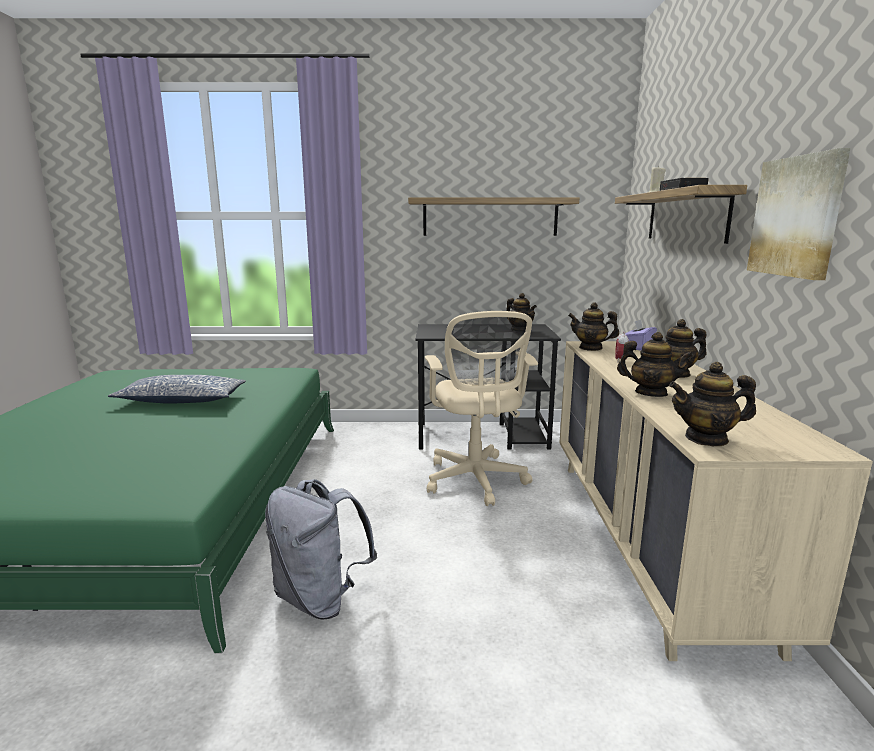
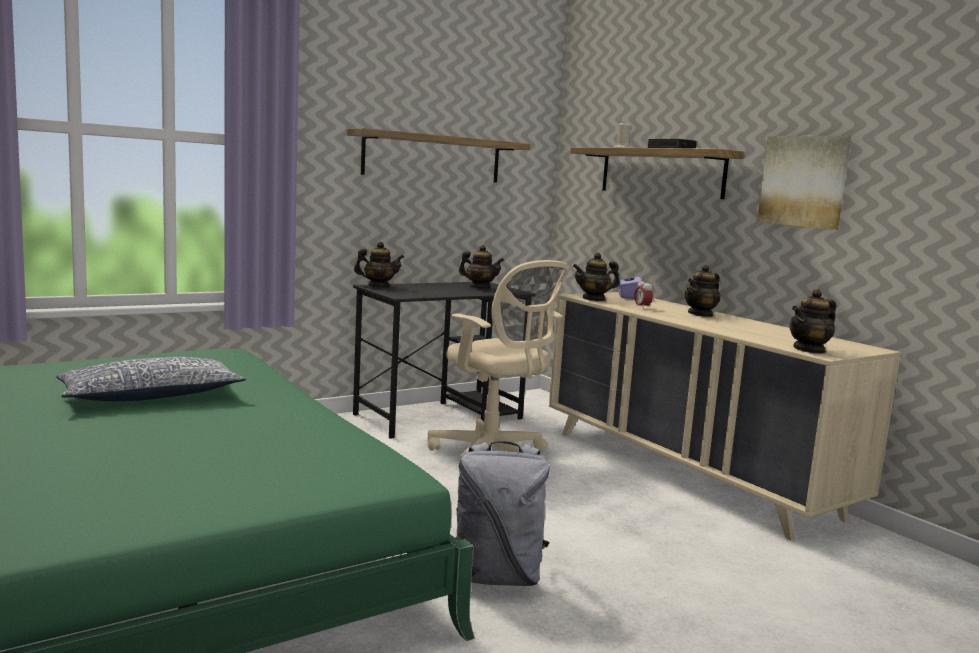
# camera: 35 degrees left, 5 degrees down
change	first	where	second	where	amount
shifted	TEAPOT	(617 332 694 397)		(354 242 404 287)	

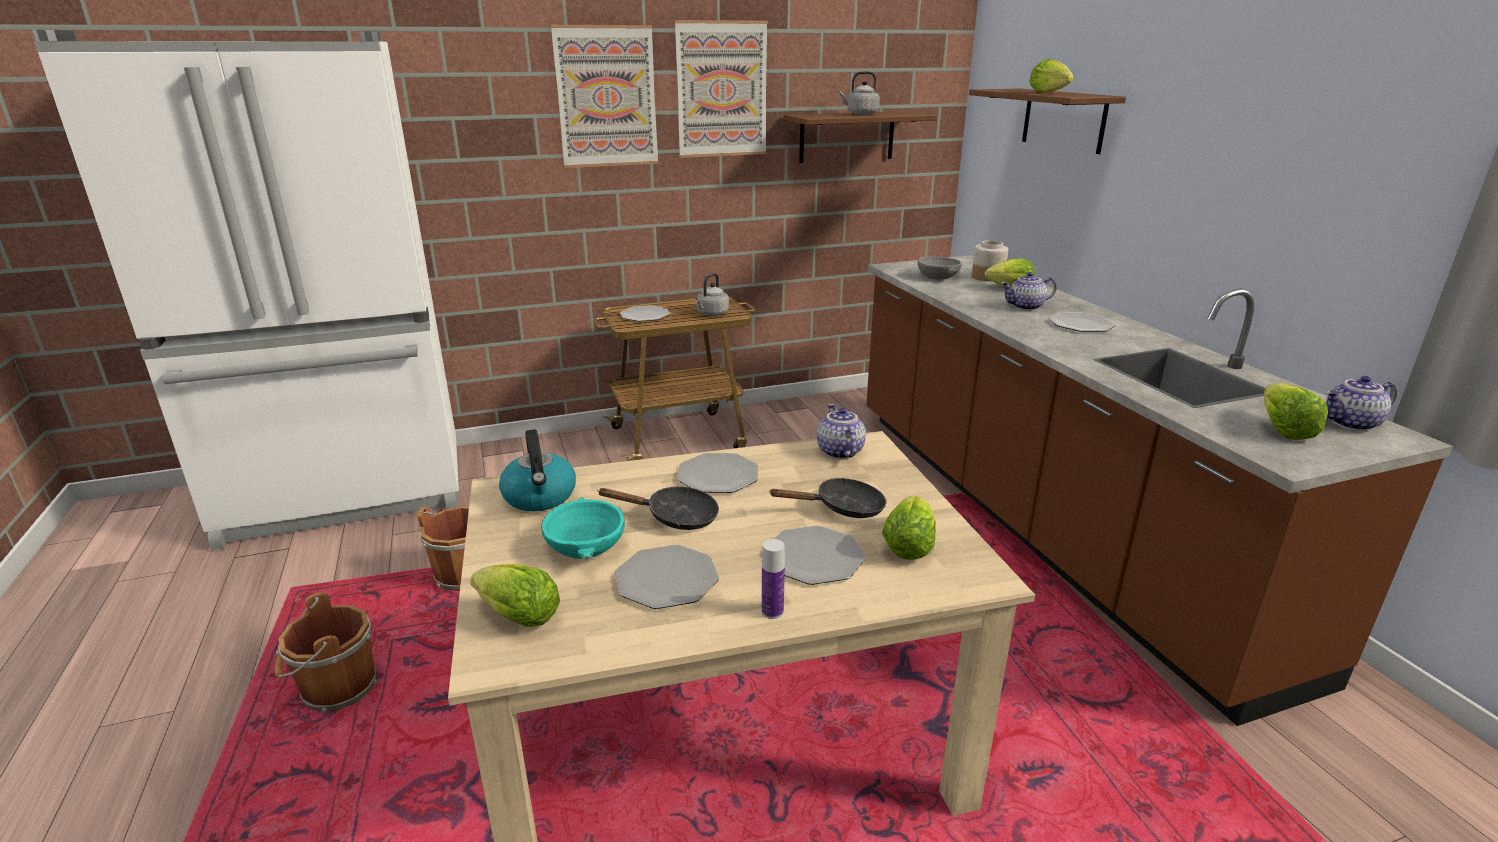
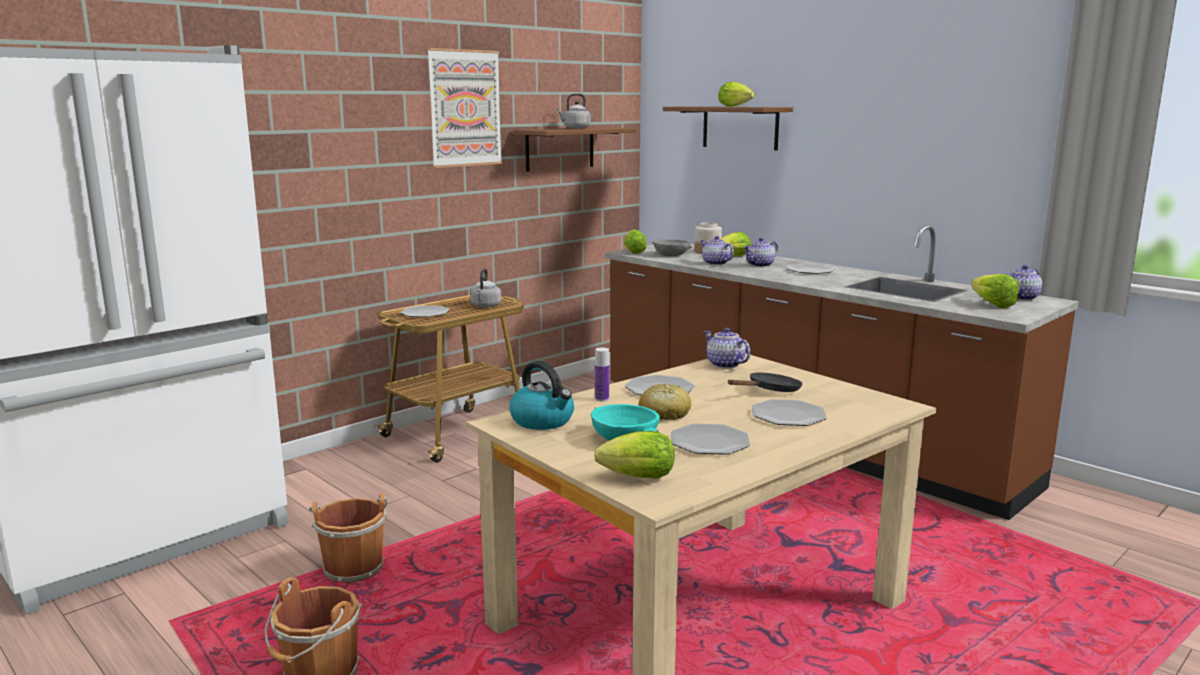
# camera: 25 degrees left, 10 degrees down
change	first	where	second	where	amount
gone	PICTURE	(551 25 658 168)			
swapped	BLACK FRYING PAN	(598 486 719 530)	BREAD	(639 383 691 420)	
shifted	BOTTLE	(762 539 785 619)		(595 348 609 401)	
shifted	LETTUCE	(882 495 936 560)		(624 230 647 254)	
new			TEAPOT	(701 236 734 265)	

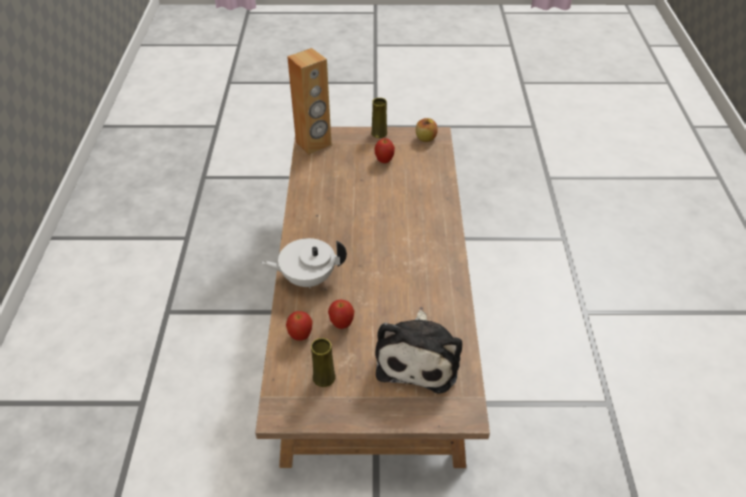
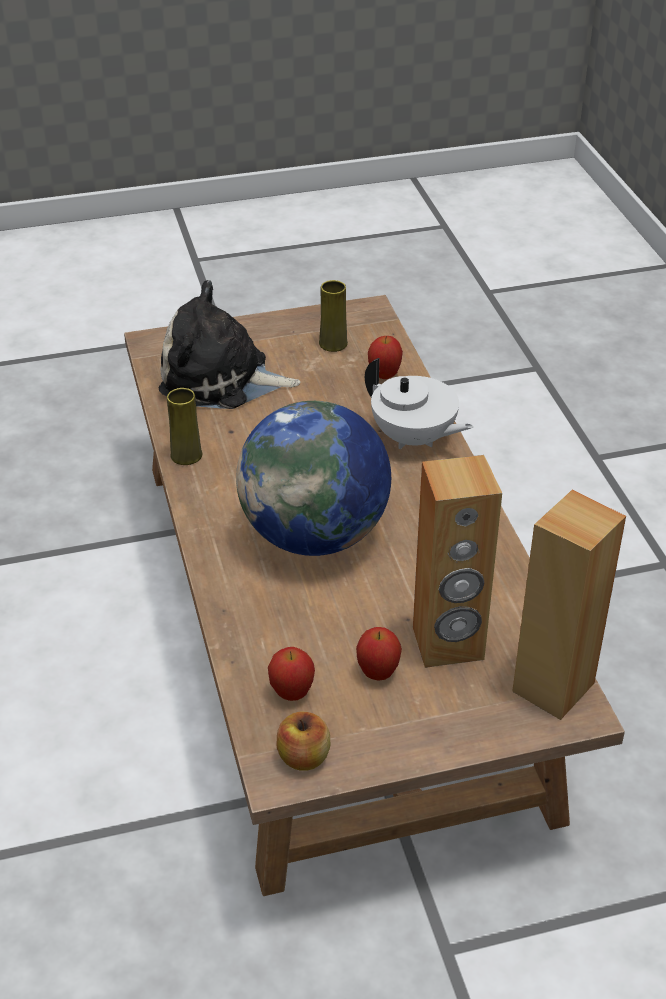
# camera: 165 degrees right, 5 degrees down
change	first	where	second	where	amount
rotated	WHITE TEAPOT	(261 238 347 288)		(365 358 473 449)	60 degrees clockwise
shifted	APPLE	(328 300 354 329)		(268 647 315 701)	
shifted	YELLOW VASE	(371 98 387 138)		(167 388 202 465)	
rotated	PLUSH TOY	(375 310 462 393)		(159 280 300 409)	75 degrees counterclockwise
new			GLOBE	(236 401 391 556)	
new			BROWN SPEAKER	(413 455 502 668)	

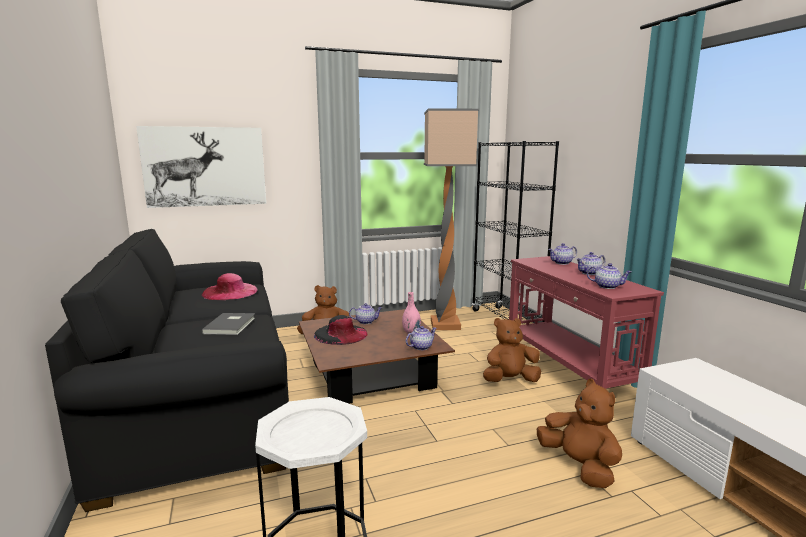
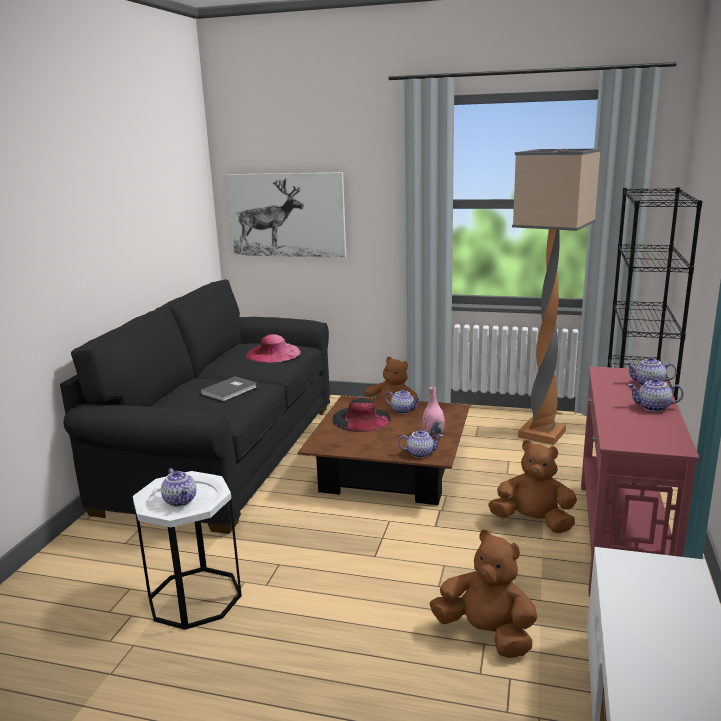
# camera: 35 degrees right, 5 degrees up
change	first	where	second	where	amount
rotated	BROWN PLUSH TOY	(537 379 622 488)		(429 530 538 658)	60 degrees counterclockwise
shifted	TEAPOT	(587 263 632 289)		(161 468 196 507)	

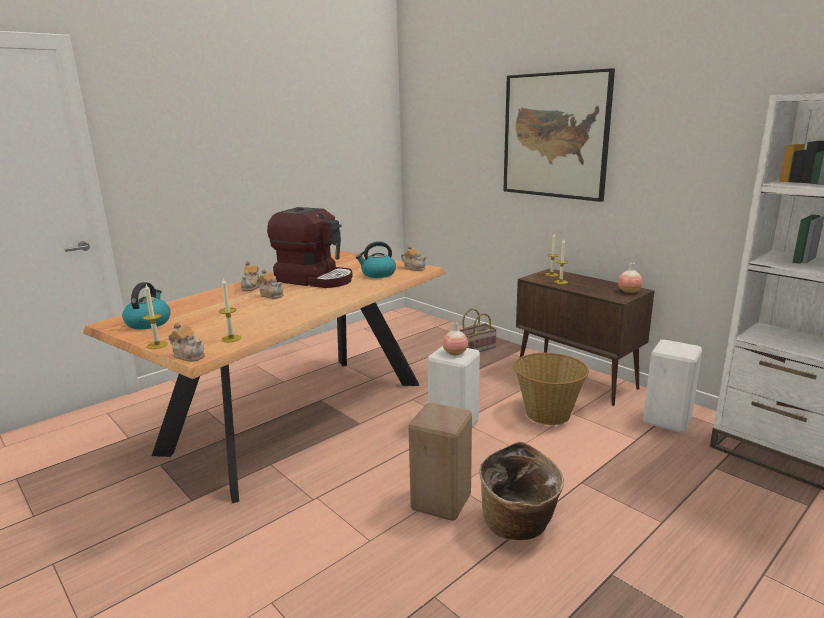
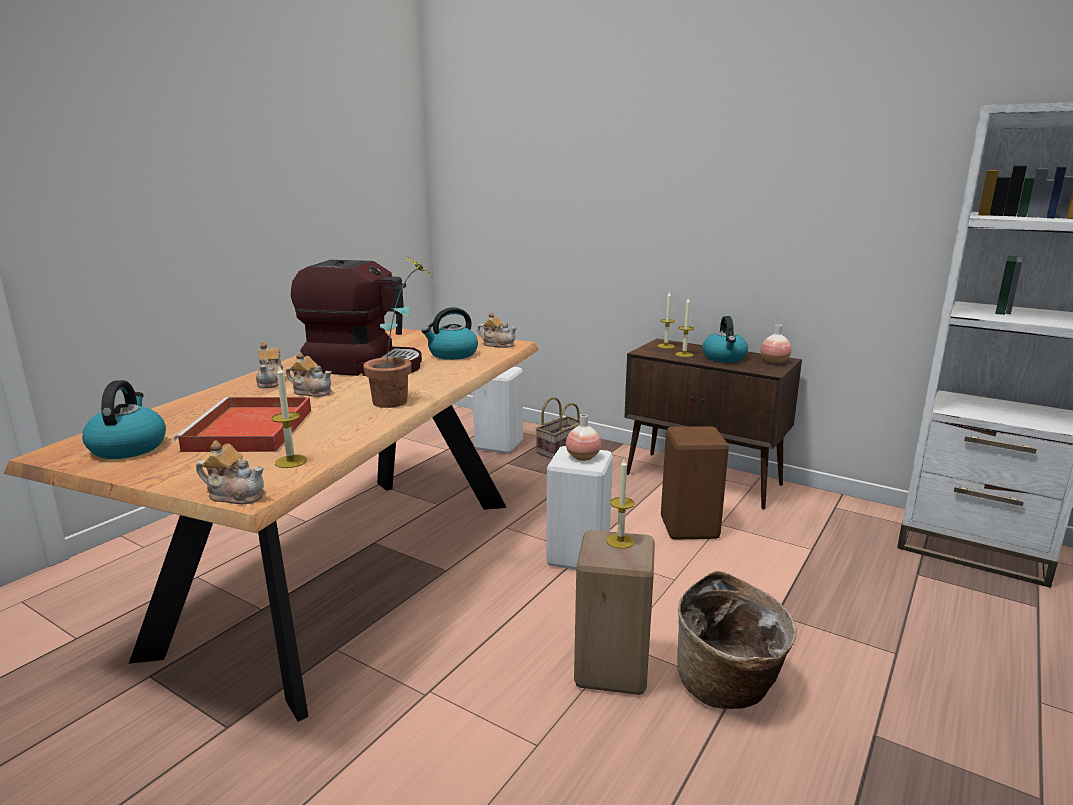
# camera: 15 degrees left, 0 degrees up
change	first	where	second	where	amount
shifted	CANDLE	(143 284 168 349)		(607 459 635 549)	
gone	PICTURE	(503 68 615 202)			
swapped	BASKET	(513 353 589 425)	BROWN STOOL	(661 426 729 540)	
shifted	WHITE STOOL	(643 339 702 433)		(473 367 523 454)	
new			RED TRAY	(174 397 311 452)	
new			POTTED PLANT	(363 256 434 408)	
new			KETTLE	(703 316 748 362)	

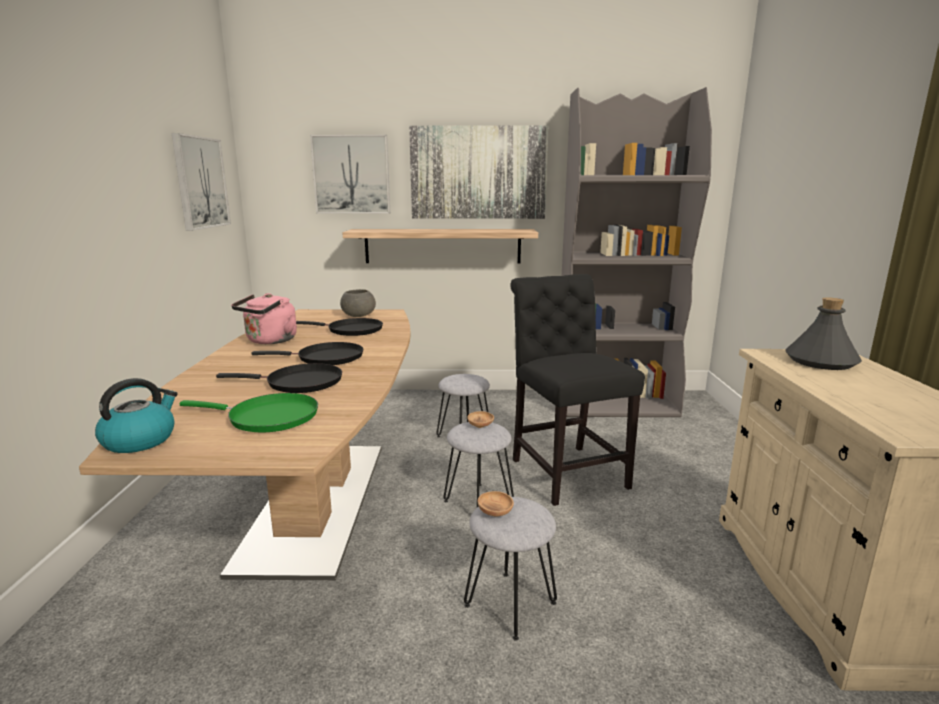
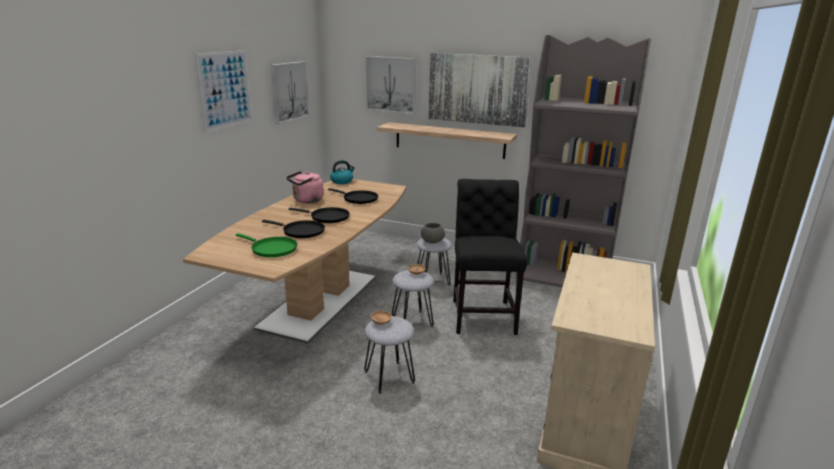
# camera: 20 degrees right, 5 degrees up
change	first	where	second	where	amount
shifted	KETTLE	(95 378 178 453)		(330 160 355 184)	
shifted	GREY BOWL	(340 289 376 317)		(421 223 445 243)	
gone	GREY BOTTLE	(785 297 862 370)			
new			PICTURE	(195 50 253 132)	

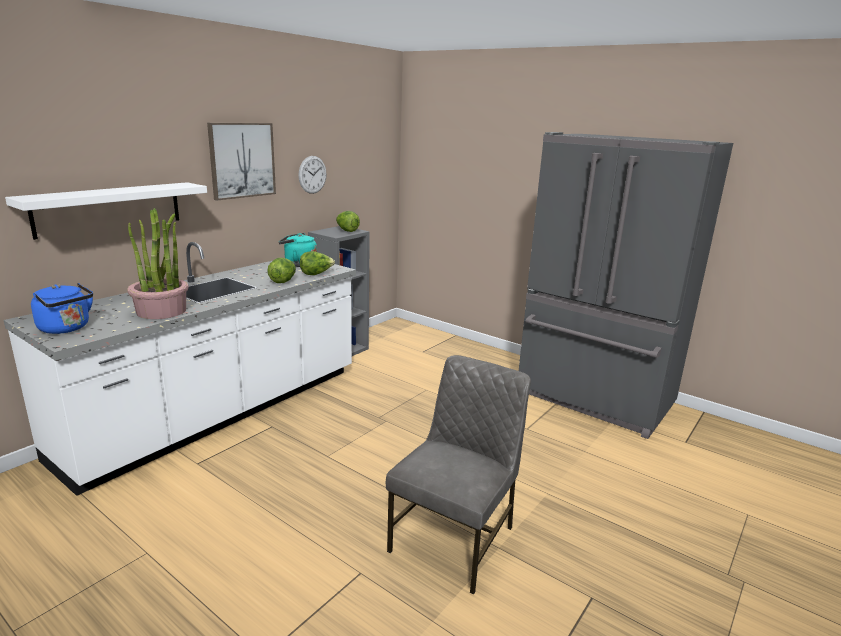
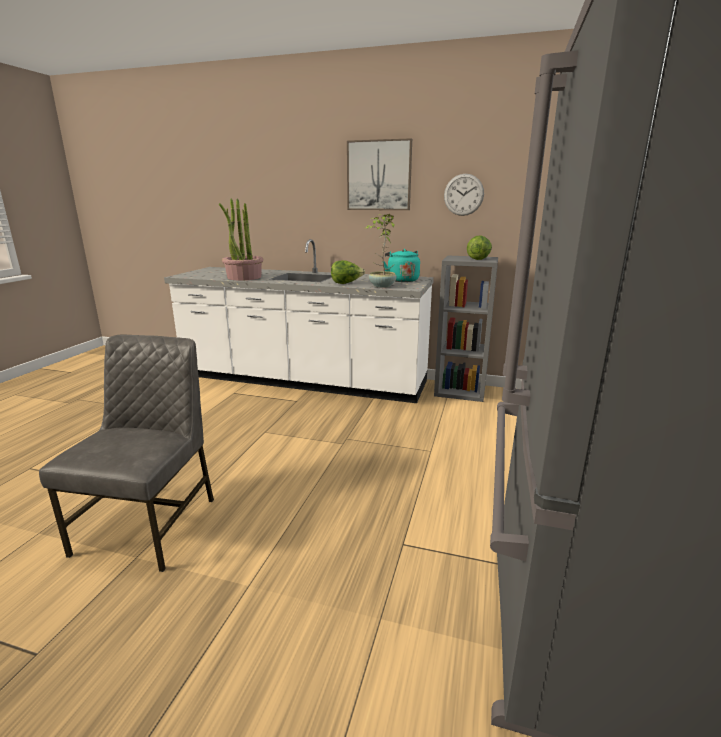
# camera: 70 degrees right, 0 degrees up
change	first	where	second	where	amount
gone	WHITE SHELF	(5 182 207 240)			
gone	BLUE KETTLE	(31 283 93 334)			
swapped	LETTUCE	(300 251 335 275)	POTTED PLANT	(364 214 396 288)	
rotated	GREY CHAIR	(386 355 531 595)		(39 334 214 572)	90 degrees counterclockwise

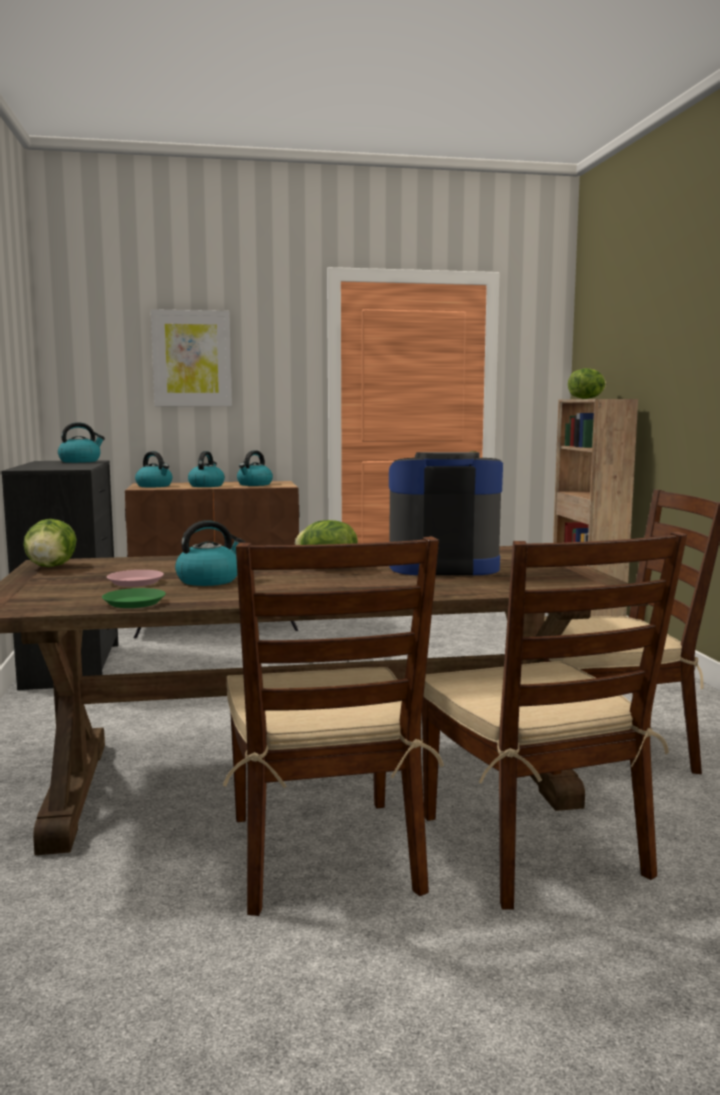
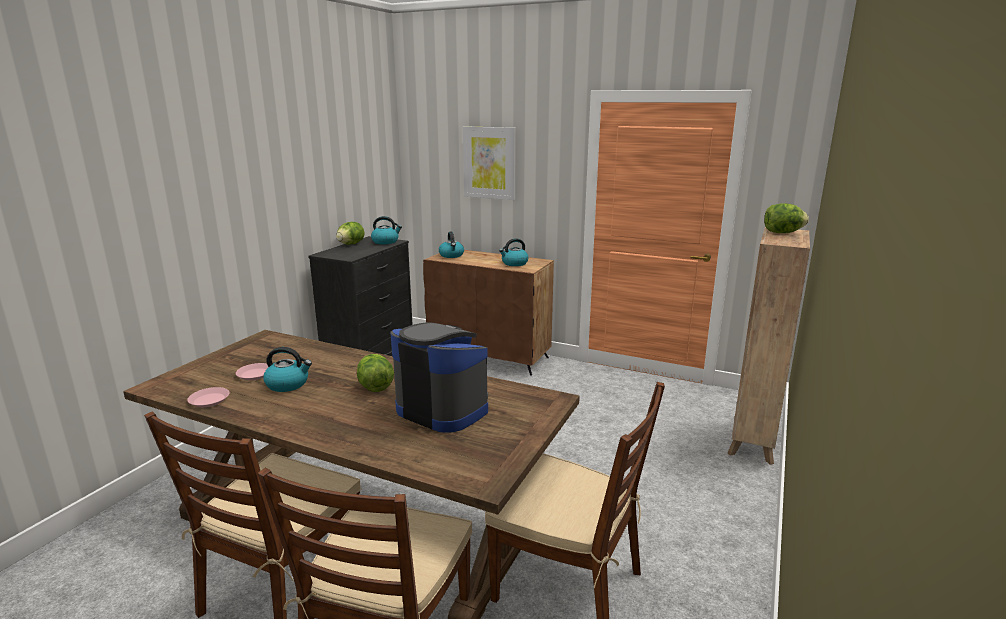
# camera: 35 degrees right, 10 degrees up
change	first	where	second	where	amount
shifted	LETTUCE	(23 519 77 567)		(336 222 365 245)	
repainted	GREEN PLATE	(102 588 166 608)	PINK PLATE	(187 387 230 407)	
gone	KETTLE	(188 451 225 487)			

